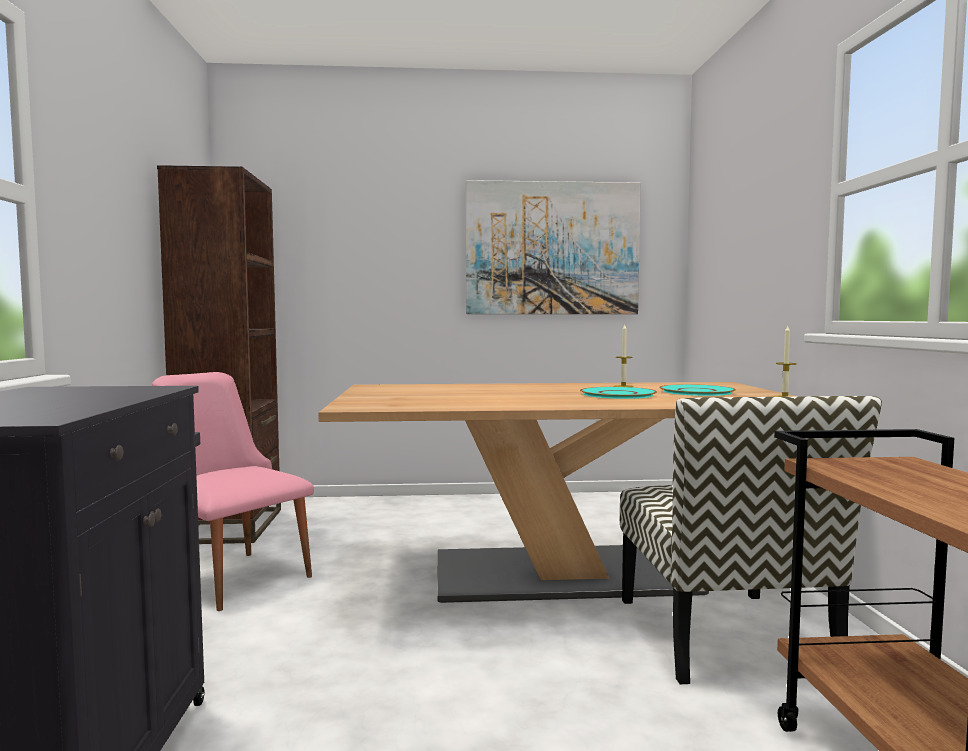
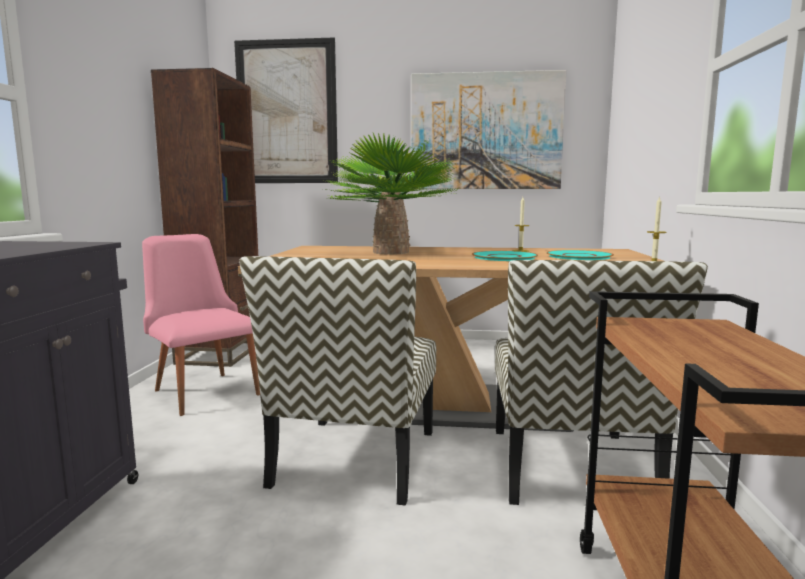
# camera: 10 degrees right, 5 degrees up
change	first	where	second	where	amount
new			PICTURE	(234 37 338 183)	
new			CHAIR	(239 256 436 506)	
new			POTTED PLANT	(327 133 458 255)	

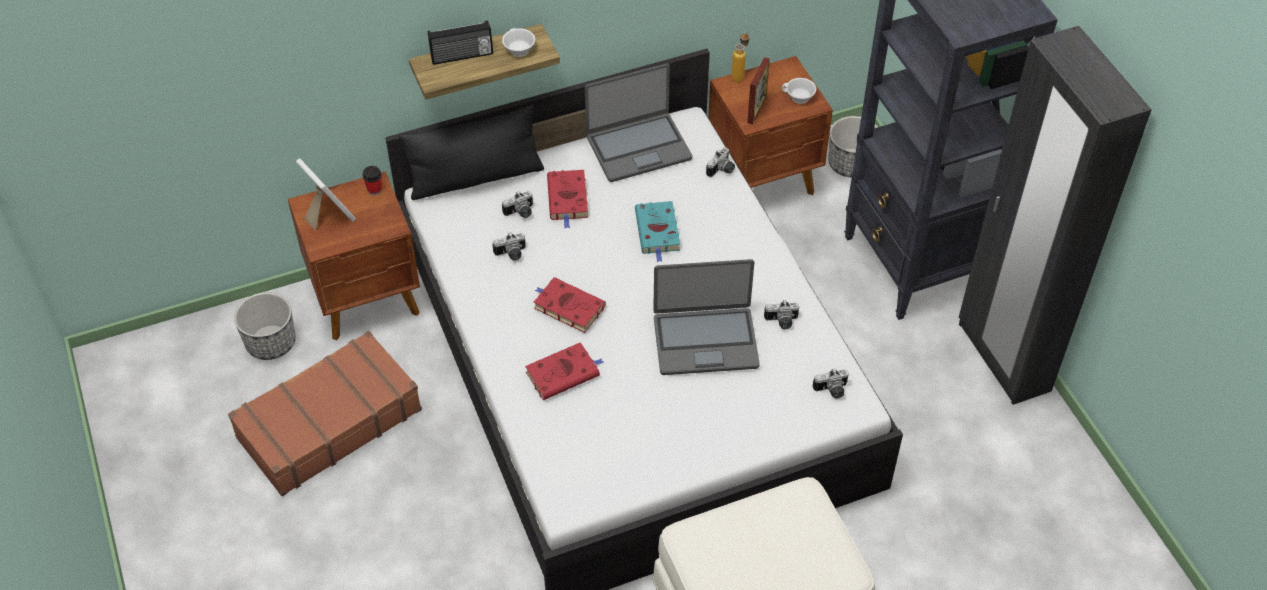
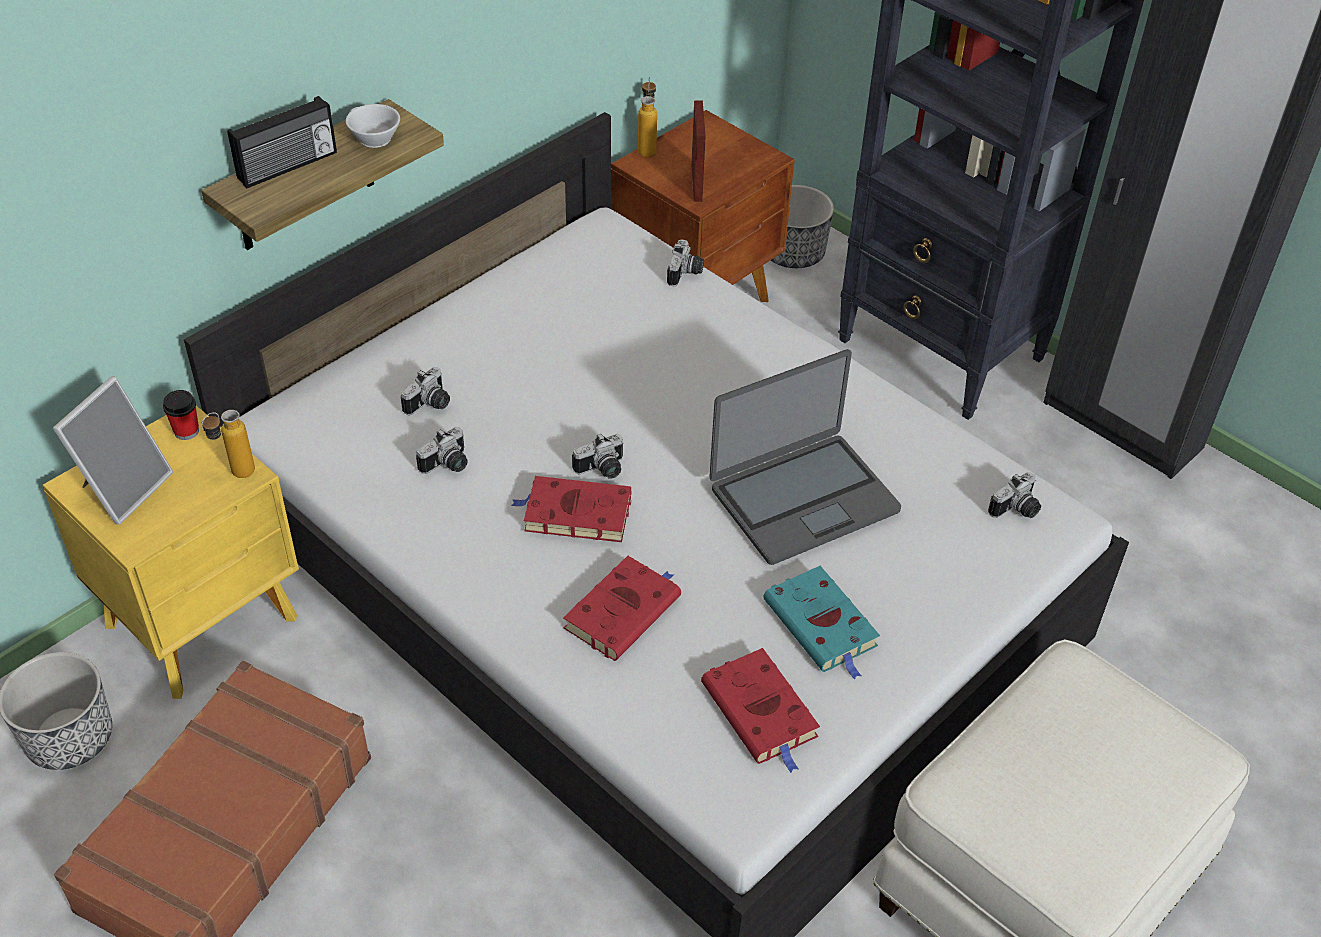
# camera: 25 degrees left, 5 degrees down
change	first	where	second	where	amount
repainted	BROWN NIGHTSTAND	(288 172 420 340)	YELLOW NIGHTSTAND	(43 406 299 699)	
rotated	PICTURE FRAME	(296 158 356 231)		(53 376 173 525)	90 degrees clockwise
gone	BLACK PILLOW	(399 105 544 200)			
shifted	RED BOOK	(547 170 588 228)		(701 648 820 773)	
gone	LAPTOP	(585 64 692 182)			
shifted	TURQUOISE BOOK	(635 201 680 262)		(763 566 880 680)	
shifted	PHOTO CAMERA	(764 300 799 329)		(572 433 623 479)	
gone	WHITE CUP	(782 78 816 104)			
new			BOTTLE	(201 410 255 478)	

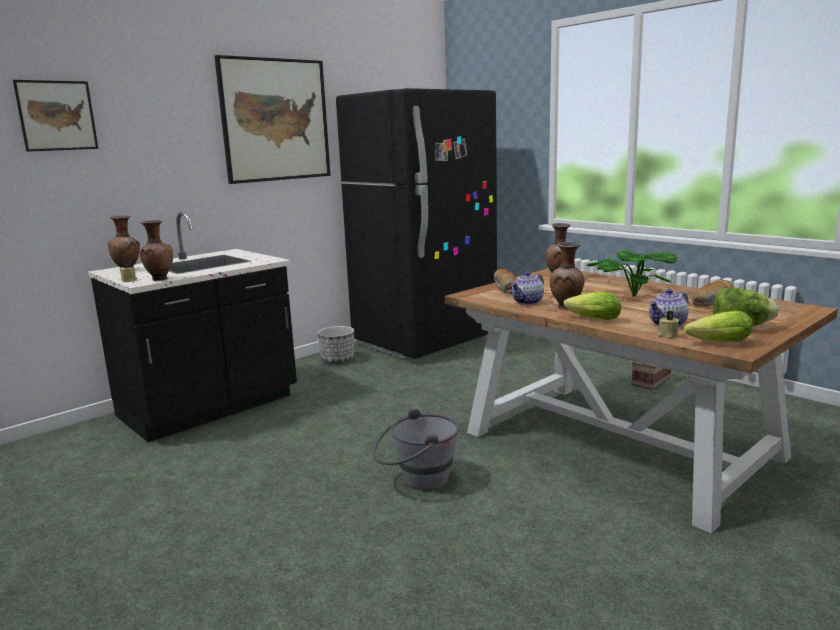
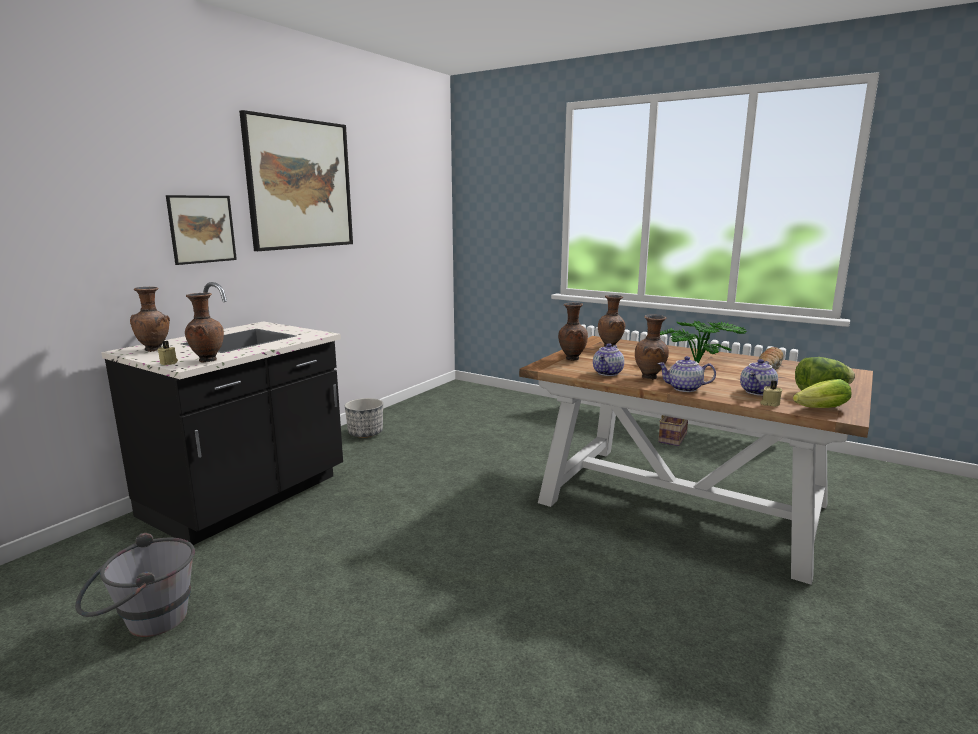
# camera: 15 degrees left, 0 degrees up
change	first	where	second	where	amount
shifted	PICTURE	(13 80 99 152)		(166 195 237 265)	
gone	BLACK FRIDGE	(336 88 497 359)			
shifted	GREY BUCKET	(372 408 459 490)		(75 533 195 637)	
swapped	BREAD	(494 269 517 294)	BROWN VASE	(558 303 588 361)	
swapped	LETTUCE	(564 292 621 320)	TEAPOT	(658 356 716 392)	

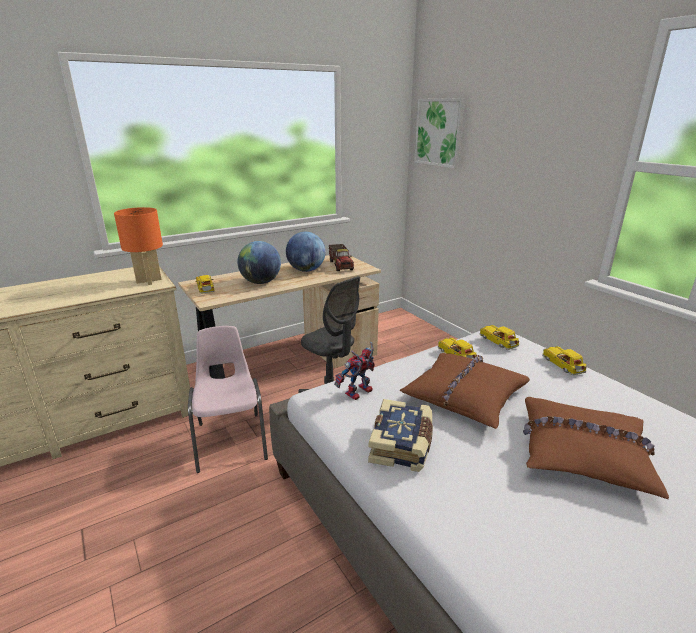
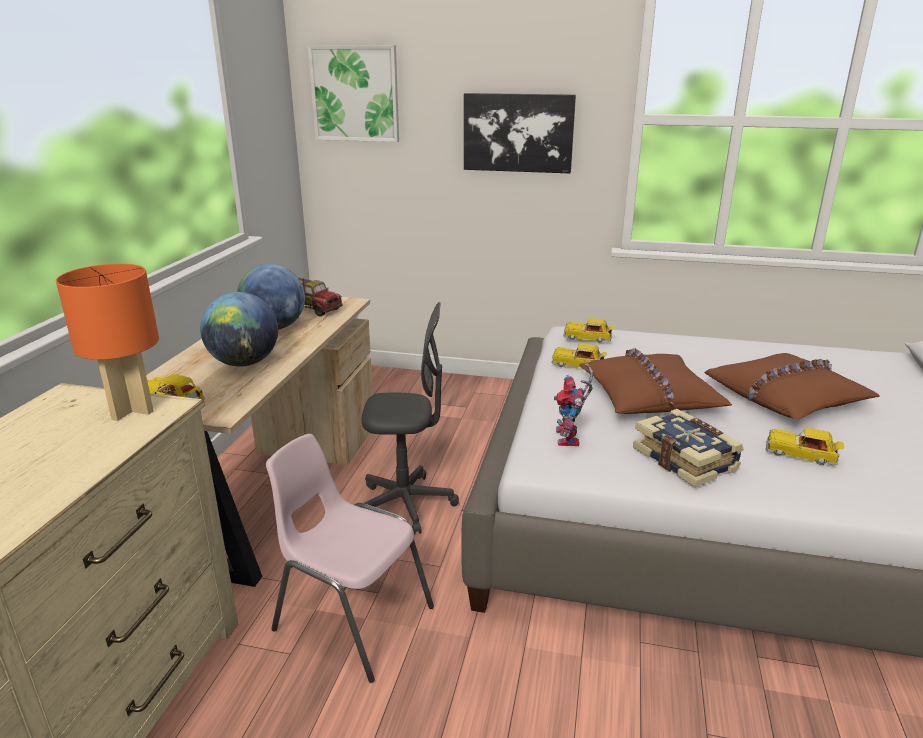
# camera: 45 degrees left, 0 degrees up
change	first	where	second	where	amount
shifted	TOY CAR	(542 346 587 375)		(766 428 844 465)	
new			PICTURE	(464 93 576 173)	

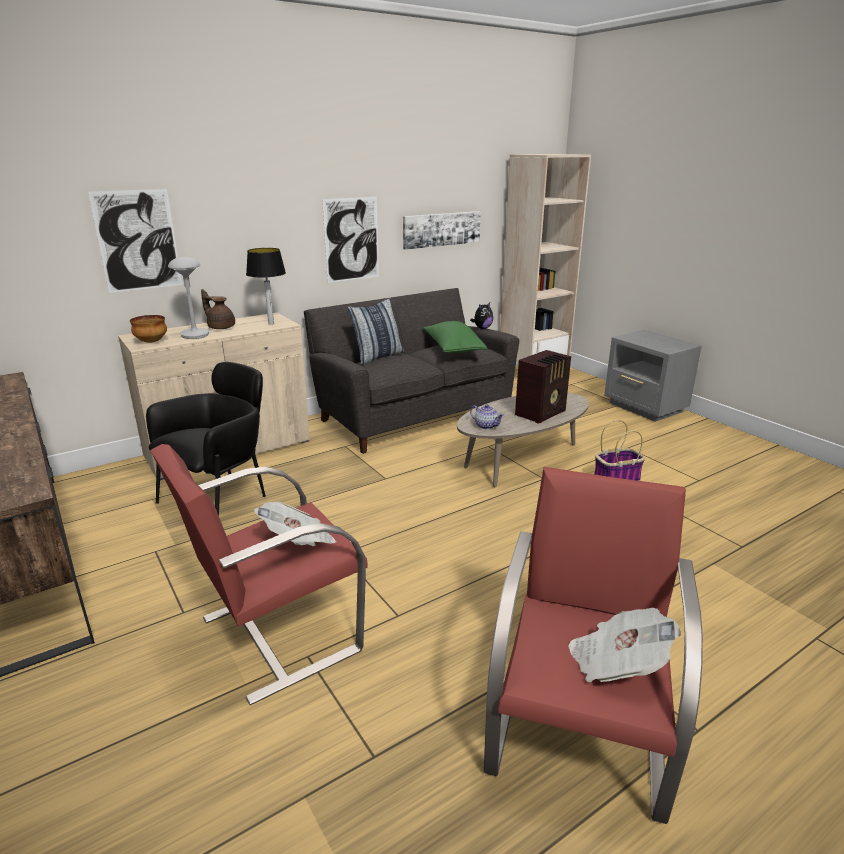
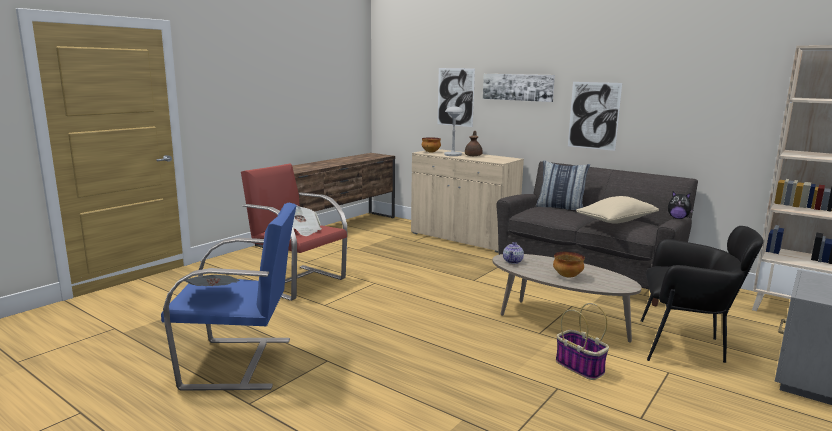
# camera: 70 degrees right, 10 degrees down
change	first	where	second	where	amount
shifted	BLACK ARMCHAIR	(146 362 266 515)		(641 226 763 363)	
gone	TABLE LAMP	(246 248 286 325)			
shifted	PICTURE	(403 211 481 250)		(483 74 555 102)	
repainted	GREEN PILLOW	(423 321 487 353)	BEIGE PILLOW	(576 196 659 224)	
repainted	RED ARMCHAIR	(484 467 703 824)	BLUE ARMCHAIR	(161 203 297 391)	
swapped	RADIO	(515 350 571 424)	BOWL	(553 252 585 278)	

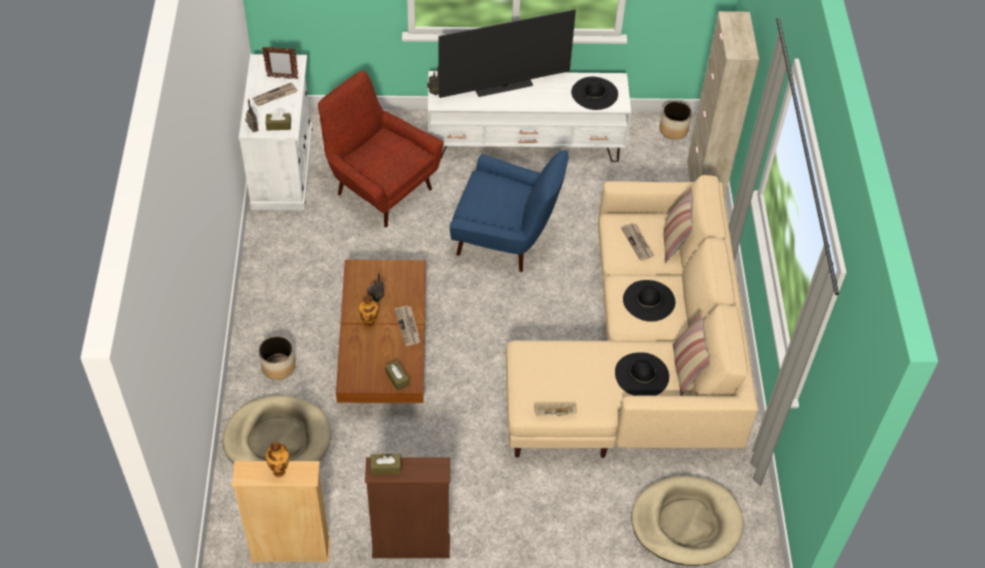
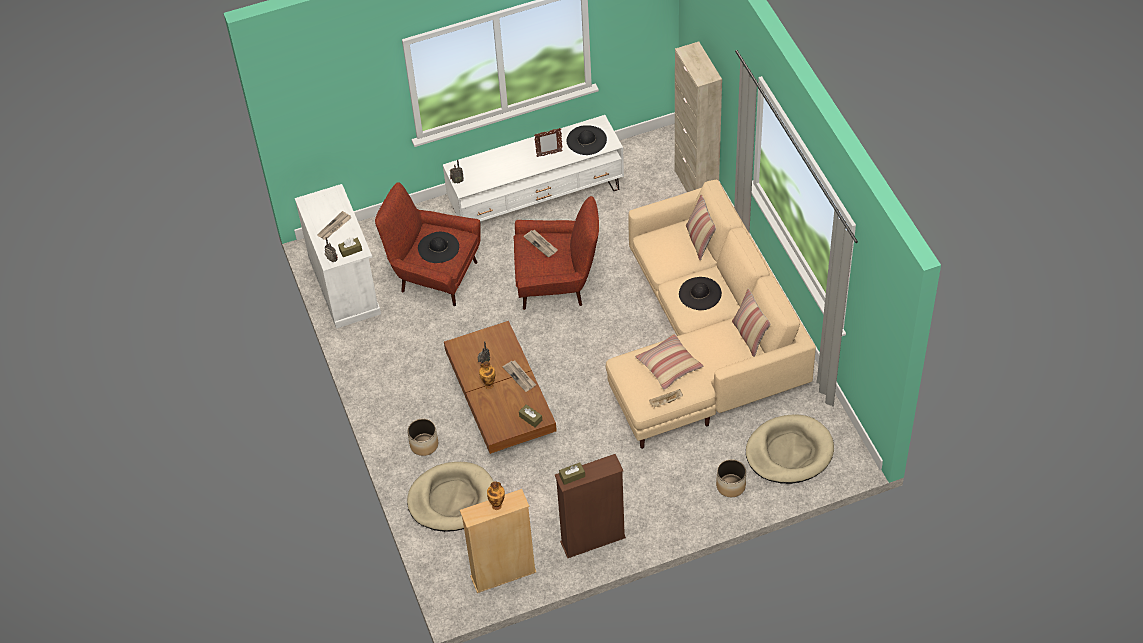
# camera: 15 degrees left, 0 degrees up
change	first	where	second	where	amount
shifted	PICTURE FRAME	(262 47 299 79)		(534 128 563 157)	
gone	TELEVISION	(438 10 576 98)			
repainted	BLUE ARMCHAIR	(450 150 568 272)	RED ARMCHAIR	(513 196 599 310)	
shifted	BLACK HAT	(615 352 669 396)		(418 232 459 263)	
shifted	NEWSPAPER	(621 223 655 261)		(523 230 557 257)	
shifted	PLANTER	(660 101 692 140)		(716 459 746 497)	
new			PILLOW	(635 334 703 390)	

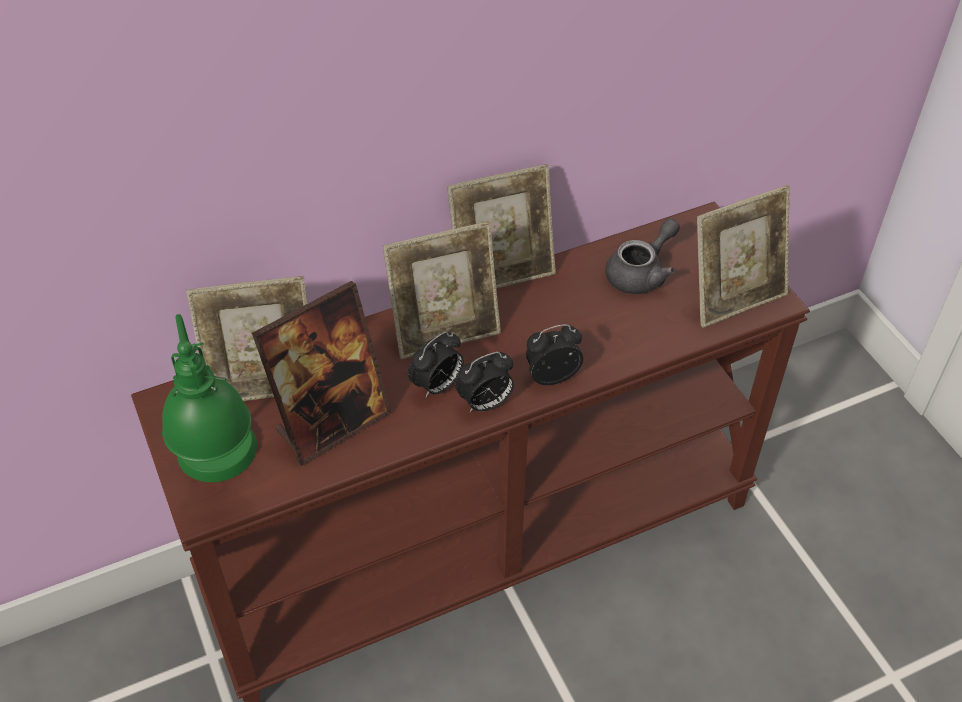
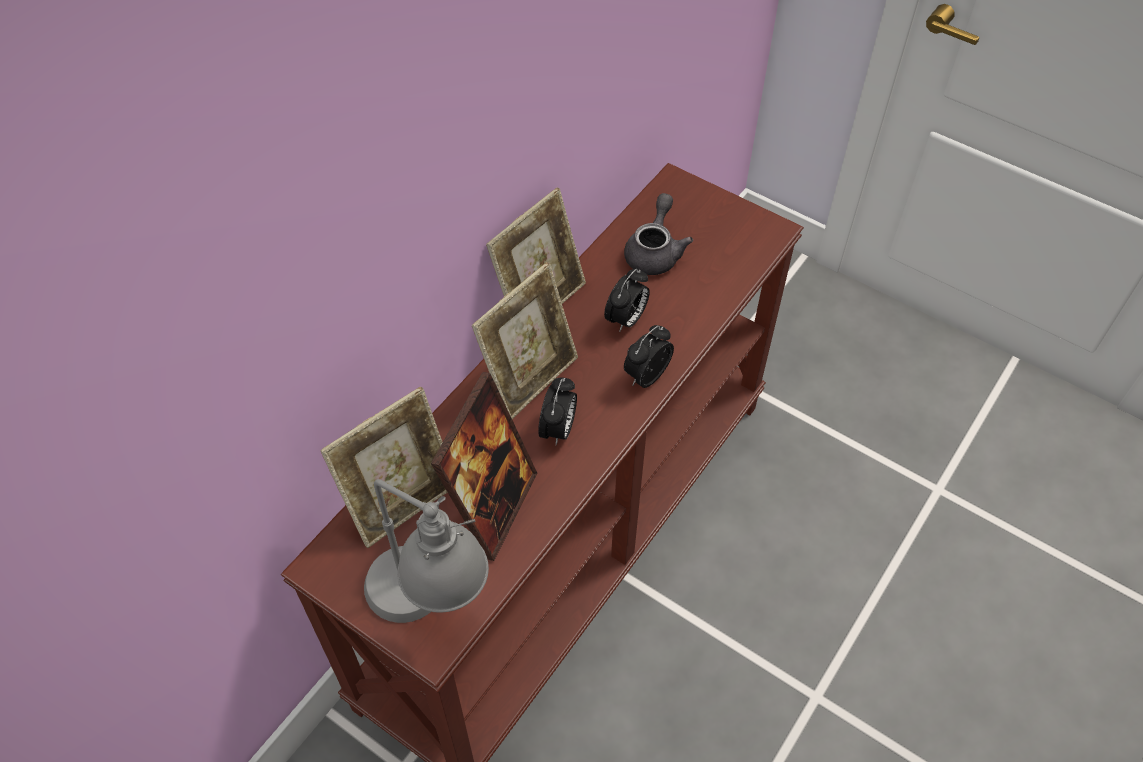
# camera: 30 degrees left, 5 degrees up
change	first	where	second	where	amount
repainted	GREEN TABLE LAMP	(162 314 257 482)	GREY TABLE LAMP	(364 479 489 623)	
shifted	ALARM CLOCK	(455 352 514 412)		(604 269 650 332)	
gone	PICTURE FRAME	(697 185 790 328)			

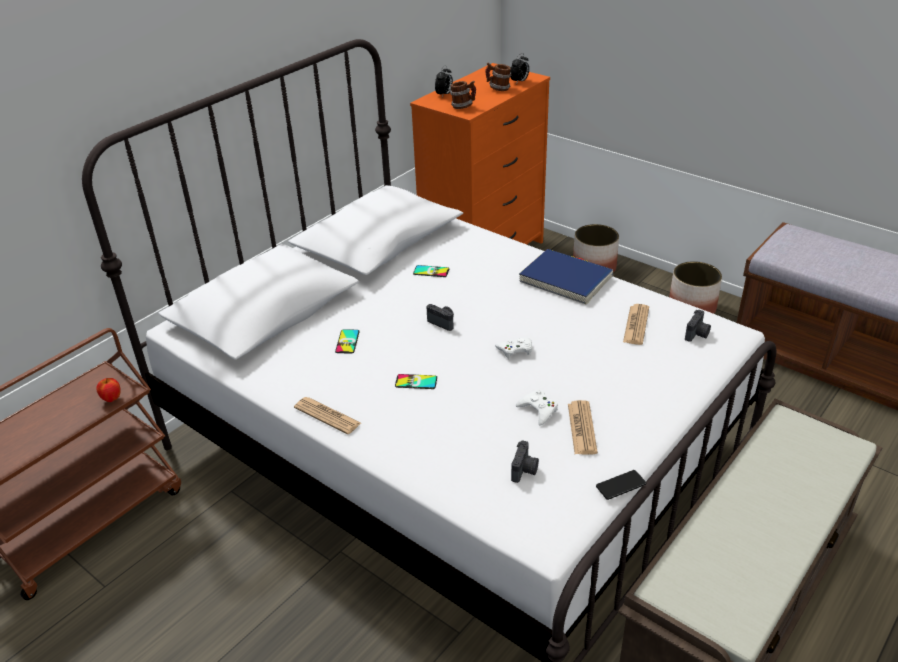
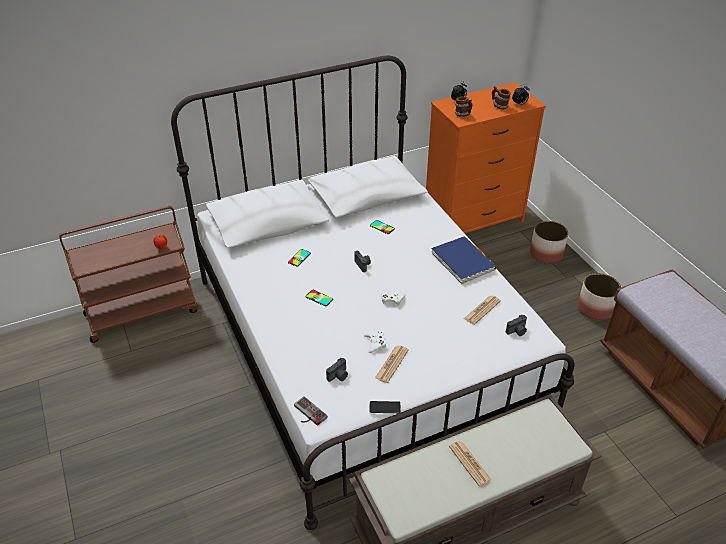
# camera: 25 degrees right, 5 degrees up
change	first	where	second	where	amount
shifted	NEWSPAPER	(294 397 361 434)		(449 441 491 486)	
new			GAME CONTROLLER	(294 396 328 426)	

